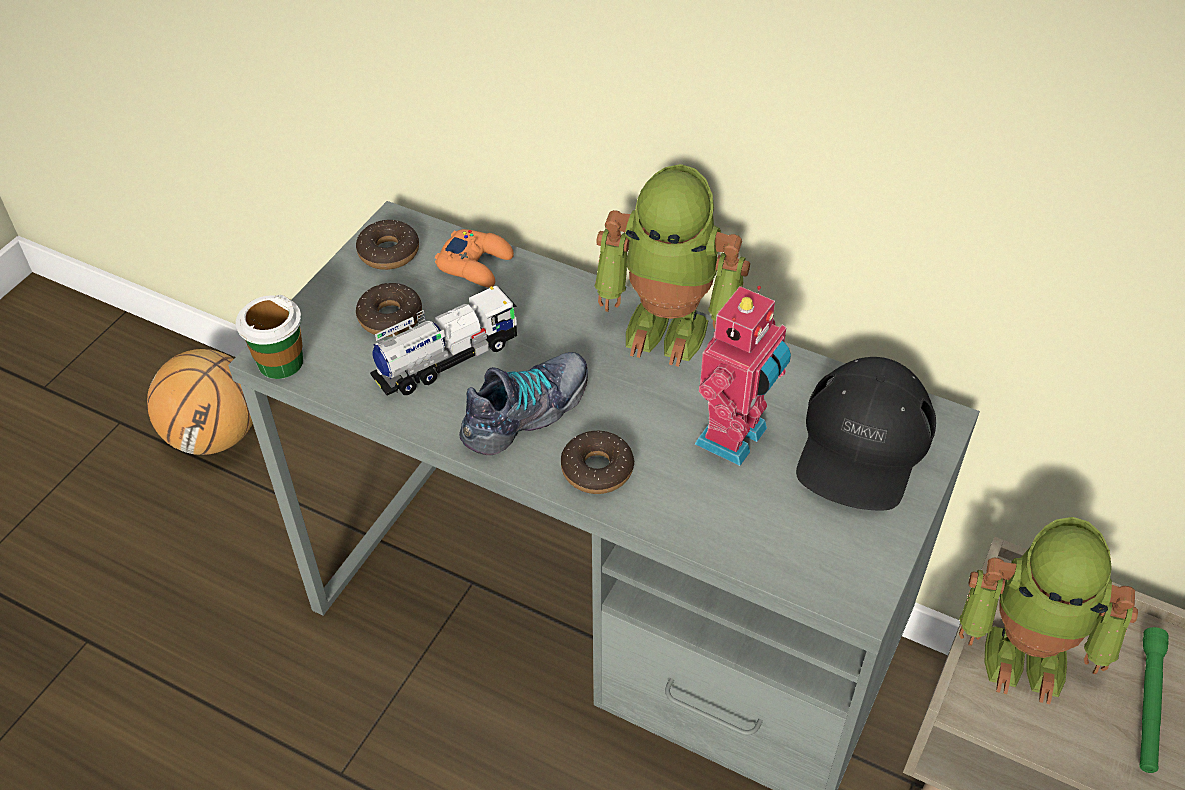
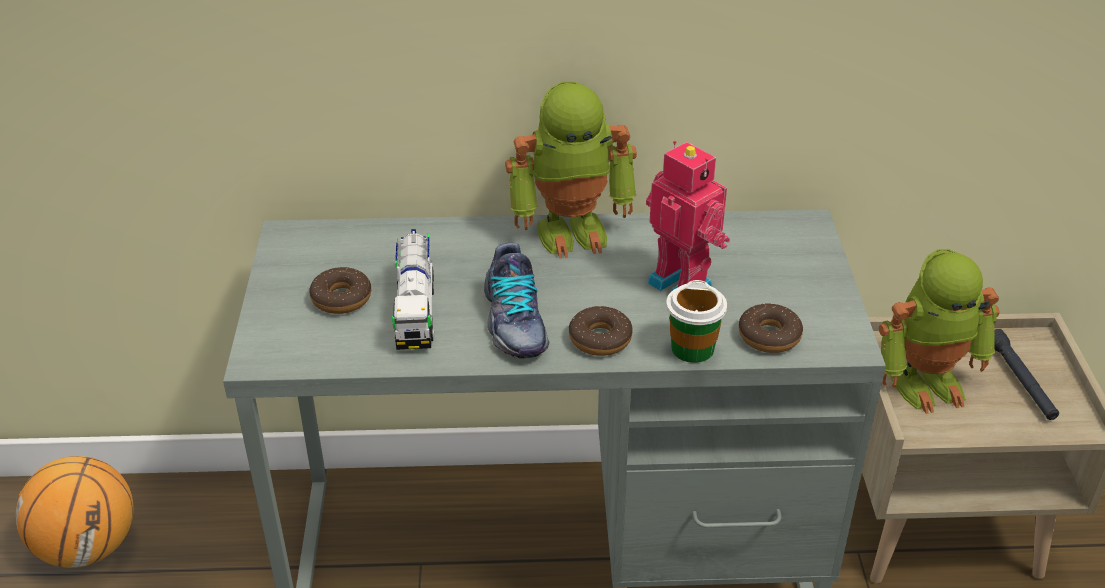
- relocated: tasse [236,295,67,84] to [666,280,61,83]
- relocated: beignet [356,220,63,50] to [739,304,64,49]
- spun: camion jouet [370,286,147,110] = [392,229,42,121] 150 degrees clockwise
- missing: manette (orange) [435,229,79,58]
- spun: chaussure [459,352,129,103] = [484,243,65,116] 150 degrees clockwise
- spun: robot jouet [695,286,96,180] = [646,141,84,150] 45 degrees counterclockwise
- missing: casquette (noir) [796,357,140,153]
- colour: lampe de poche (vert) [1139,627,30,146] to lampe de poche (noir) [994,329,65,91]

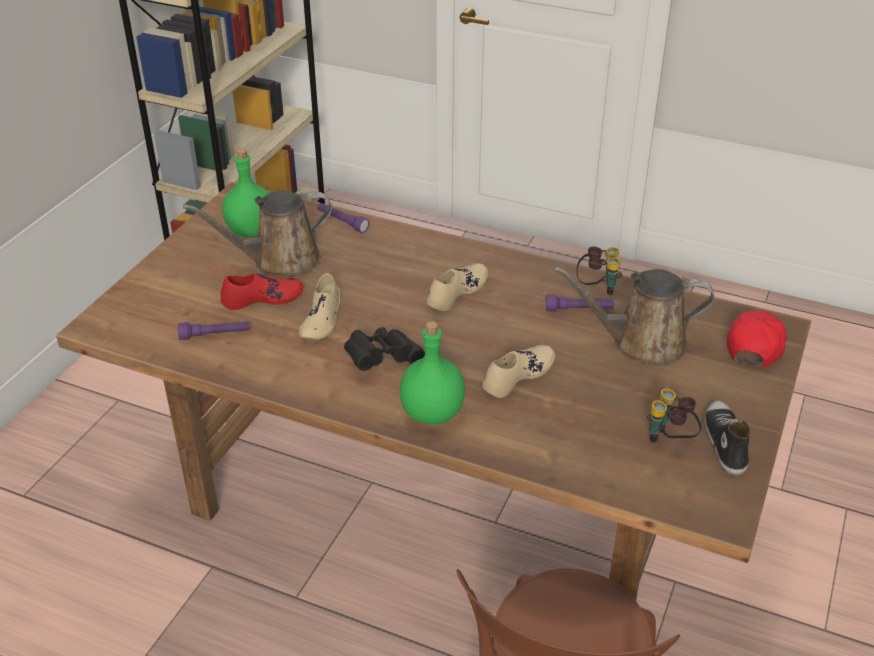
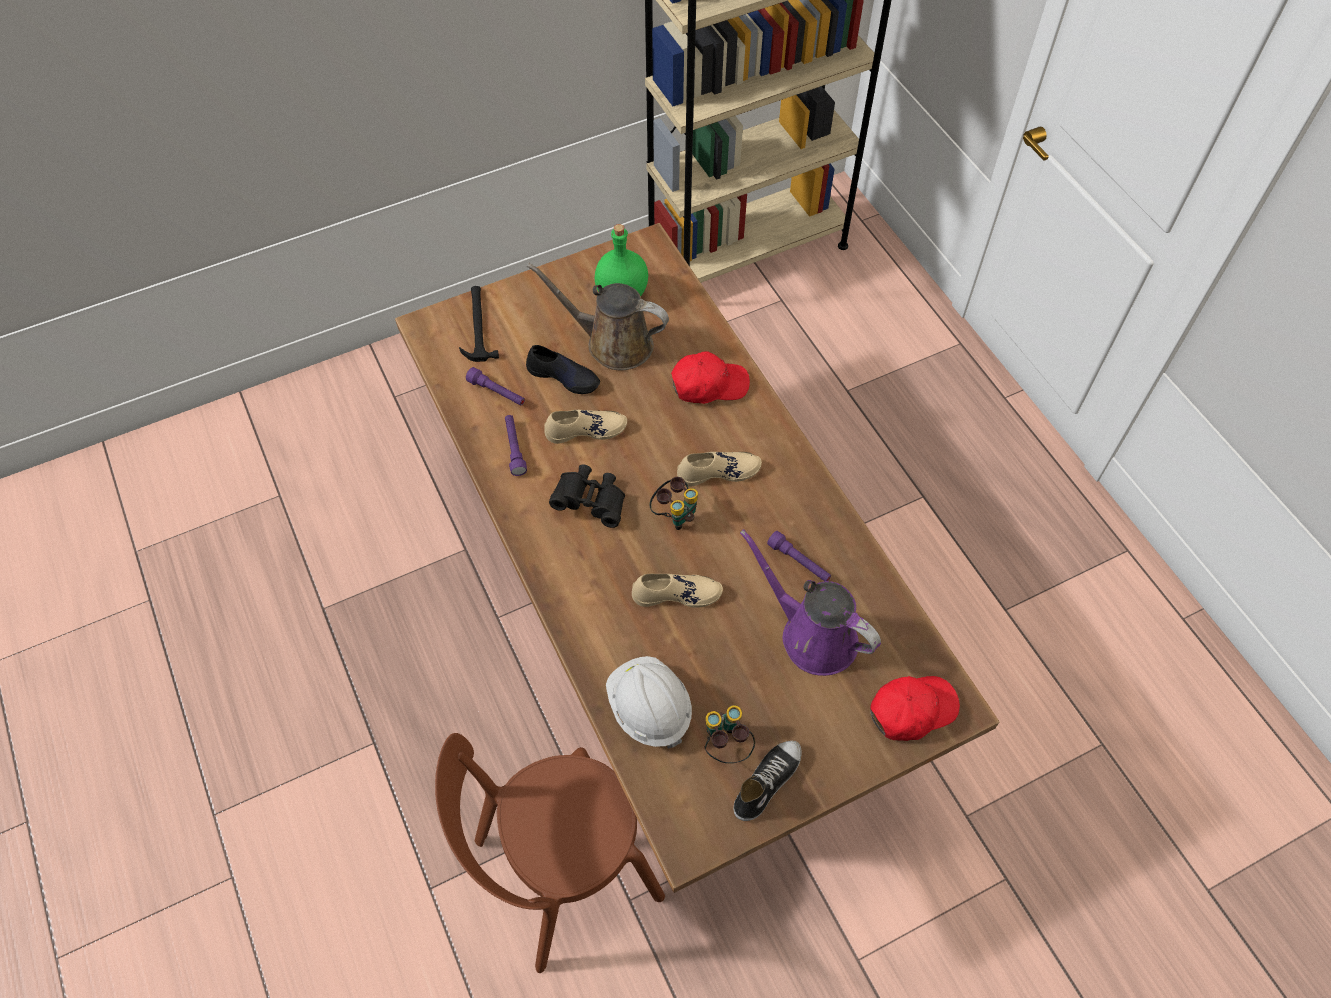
- colour: chaussure (rouge) [221,273,83,37] to chaussure (noir) [526,345,74,49]
- spun: chaussure (beige) [299,273,41,66] = [544,410,83,34] 150 degrees counterclockwise
- relocated: lampe de poche (violet) [317,203,52,30] to [505,415,22,61]
- missing: bouteille (vert) [399,321,66,103]
- colour: arrosoir (marron) [554,266,161,100] to arrosoir (violet) [740,529,141,147]
- relocated: jumelles [576,246,47,49] to [650,477,48,53]
- appeared: marteau [459,286,40,76]
- appeared: casque de chantier (blanc) [606,656,86,93]
- appeared: casquette (rouge) [671,351,79,53]

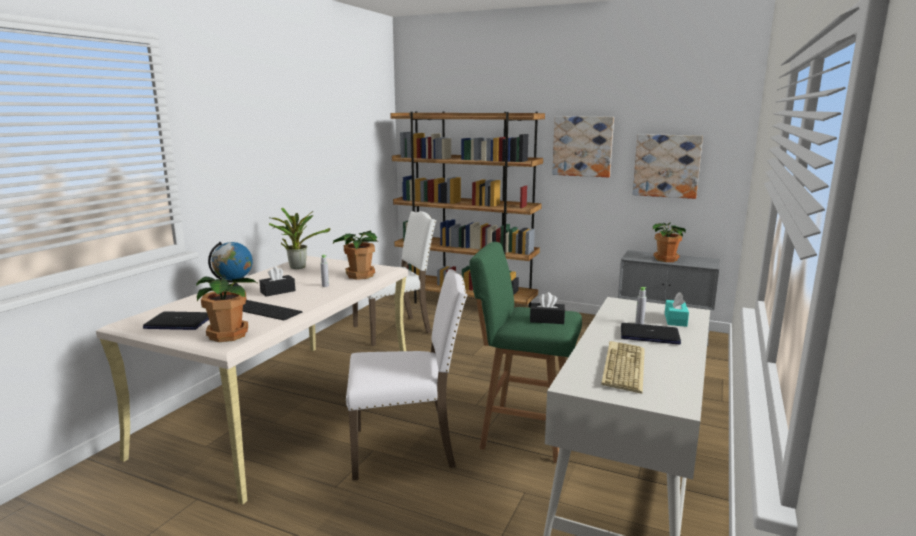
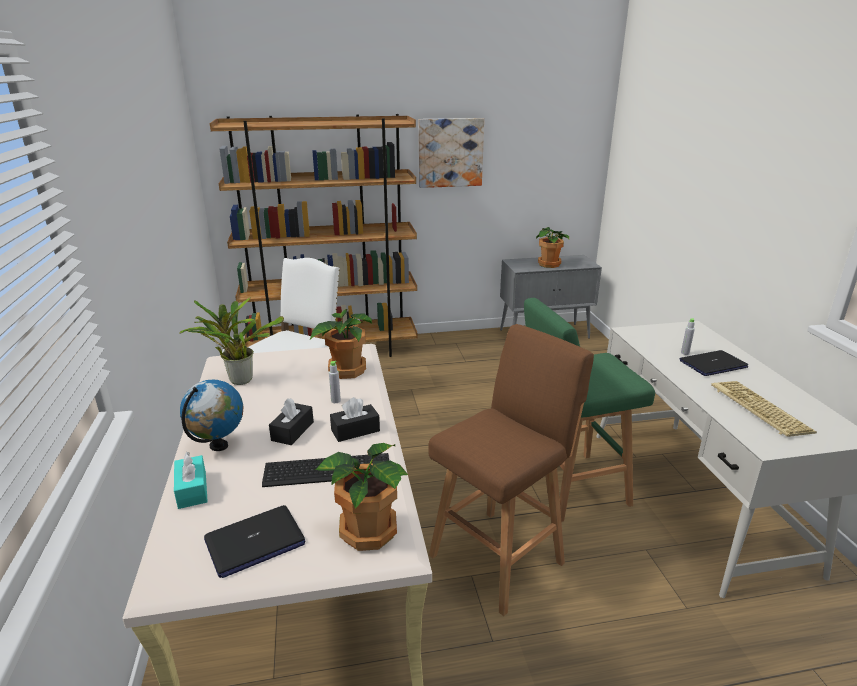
- exchanged: chaise (blanc) [346,269,121,211] to tabouret (marron) [428,324,166,292]
- relocated: boîte à mouchoirs (noir) [530,292,35,32] to [330,397,50,45]
- missing: tableau [632,134,71,65]
- relocated: boîte à mouchoirs (turquoise) [665,292,24,35] to [174,452,34,57]

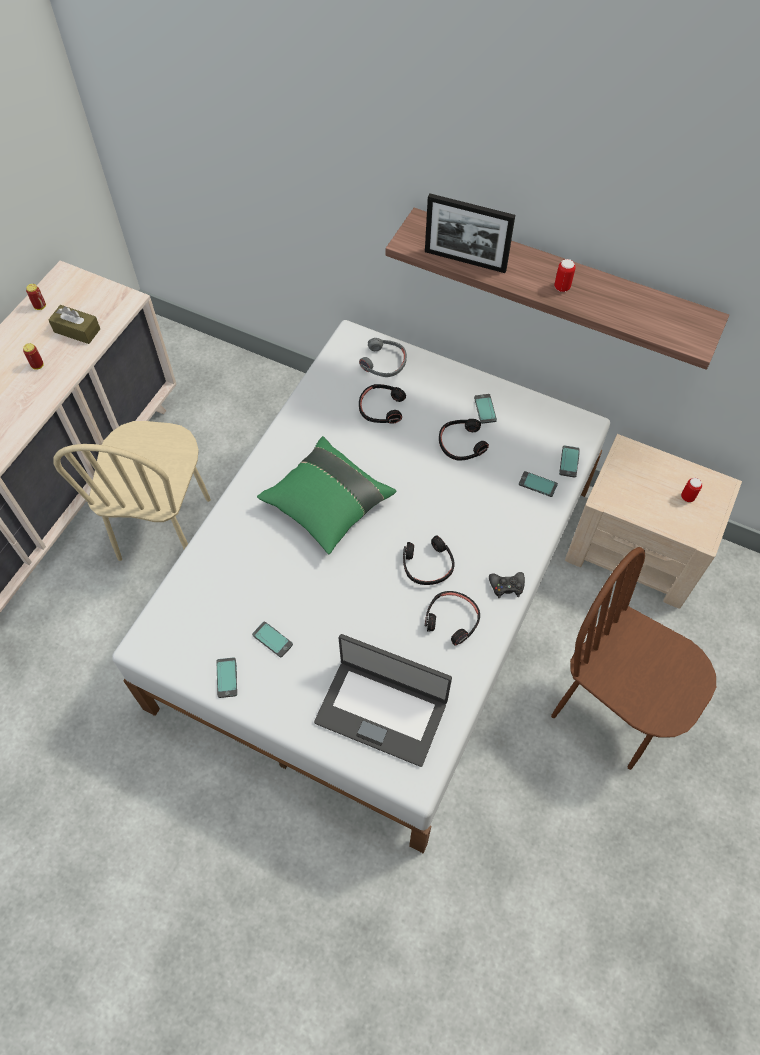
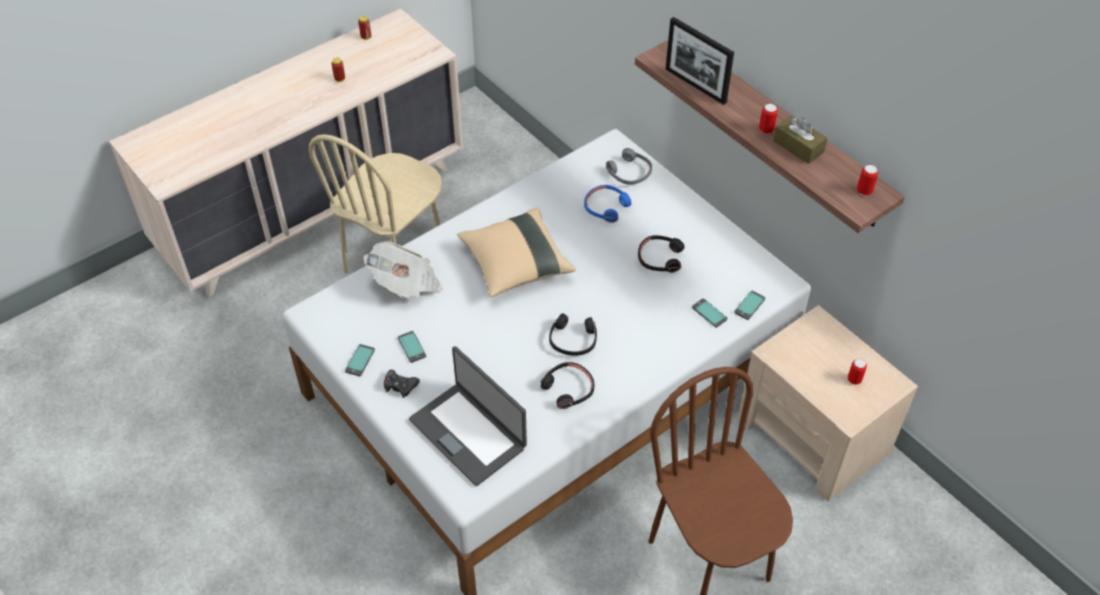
- relocated: boîte à mouchoirs (marron) [48,305,52,39] to [773,115,54,49]
- colour: coussin (vert) [257,436,139,118] to coussin (beige) [457,208,119,89]
- colour: casque audio (noir) [359,384,47,40] to casque audio (bleu) [584,185,47,38]
- missing: téléphone [474,394,23,30]
- relocated: manette (noir) [489,572,36,26] to [384,370,36,28]
- appeared: journal [364,241,79,57]
- appeared: boîte métallique [857,165,21,31]

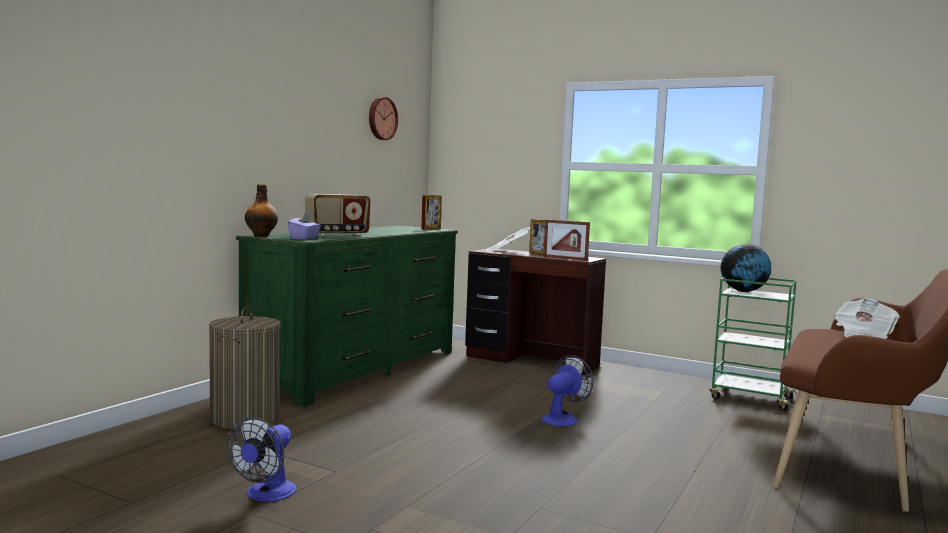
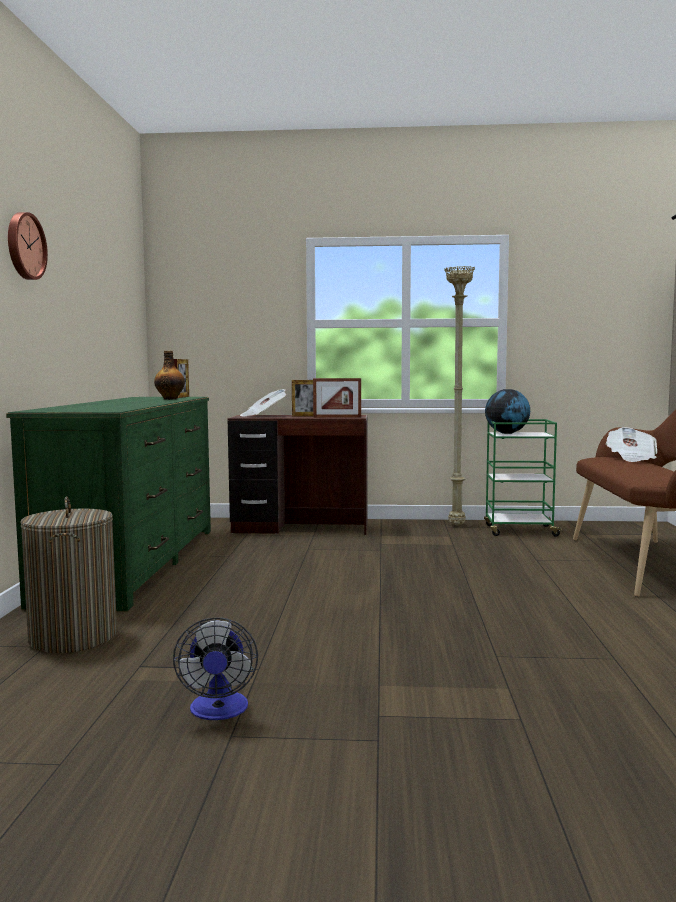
- relocated: bouteille [245,184,33,53] to [154,351,31,49]
- missing: boîte à mouchoirs (violet) [288,213,33,27]
- missing: radio [305,194,66,42]
- relocated: horloge murale [369,97,29,43] to [8,212,40,68]
- missing: ventilateur [542,355,51,71]
- appeared: lampadaire (beige) [444,266,31,260]

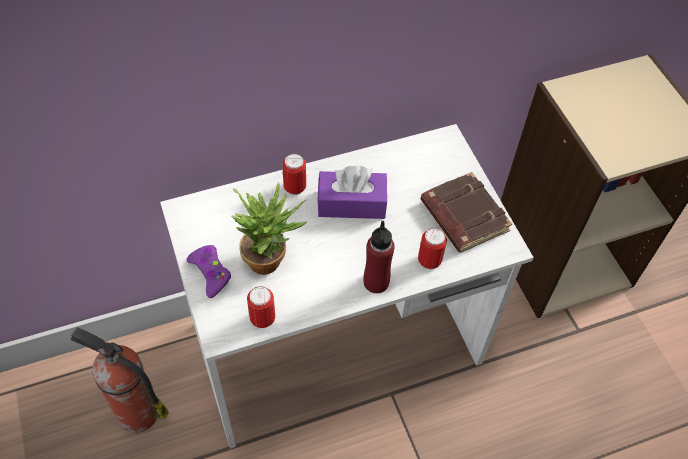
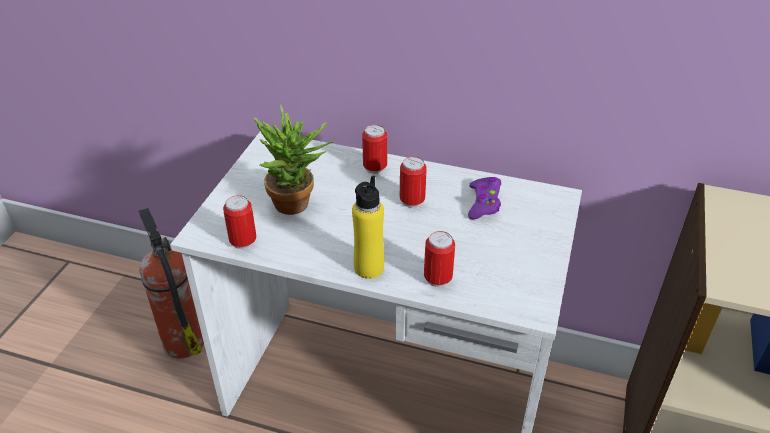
- relocated: manette (violet) [186,245,45,53] to [468,177,33,42]
- exchanged: boîte à mouchoirs (violet) [317,165,70,54] to boîte métallique [400,156,26,52]
- colour: bouteille (rouge) [363,221,32,72] to bouteille (jaune) [352,176,32,103]
- missing: livre (marron) [421,172,91,81]

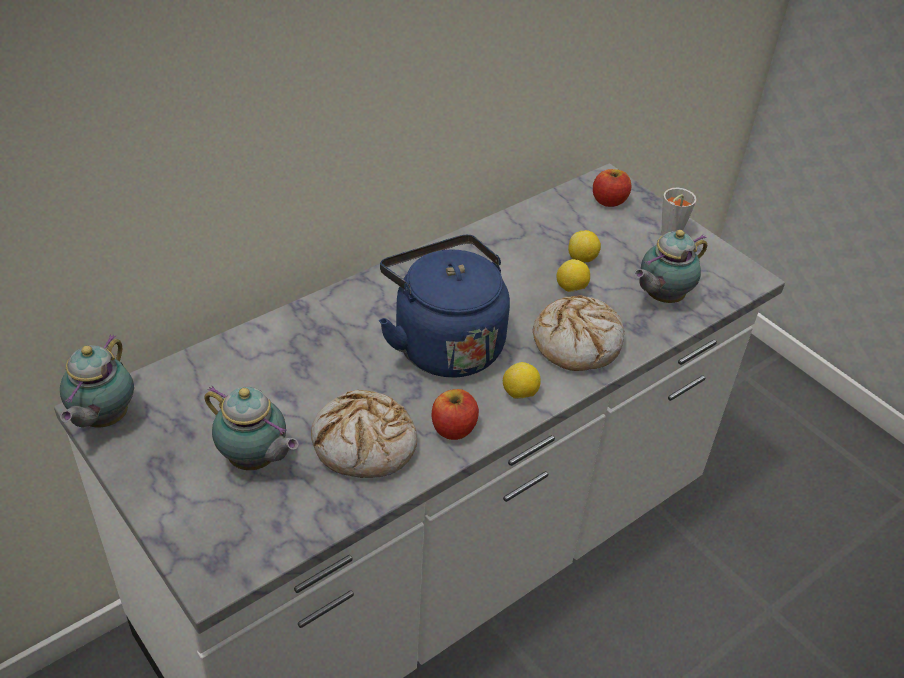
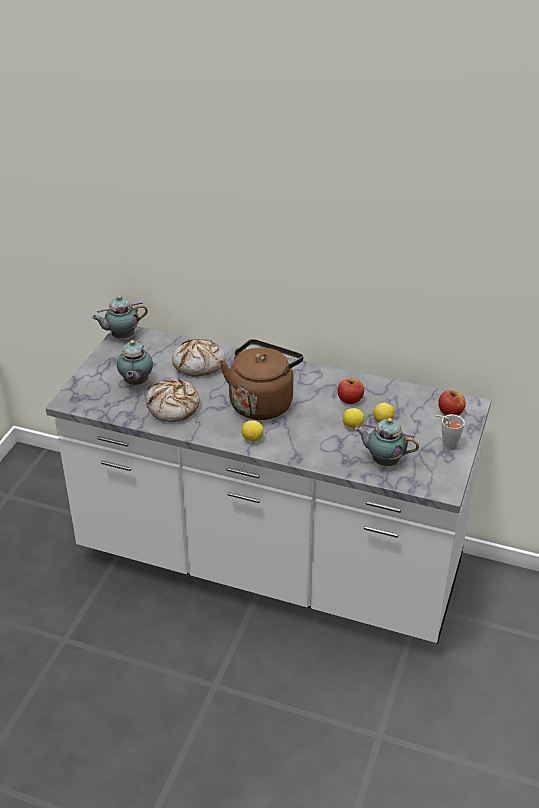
- colour: bouilloire (bleu) [379,235,131,142] to bouilloire (marron) [220,339,83,81]
- relocated: pomme [432,389,47,51] to [338,378,26,26]
- relocated: pain [533,295,91,76] to [172,338,53,39]

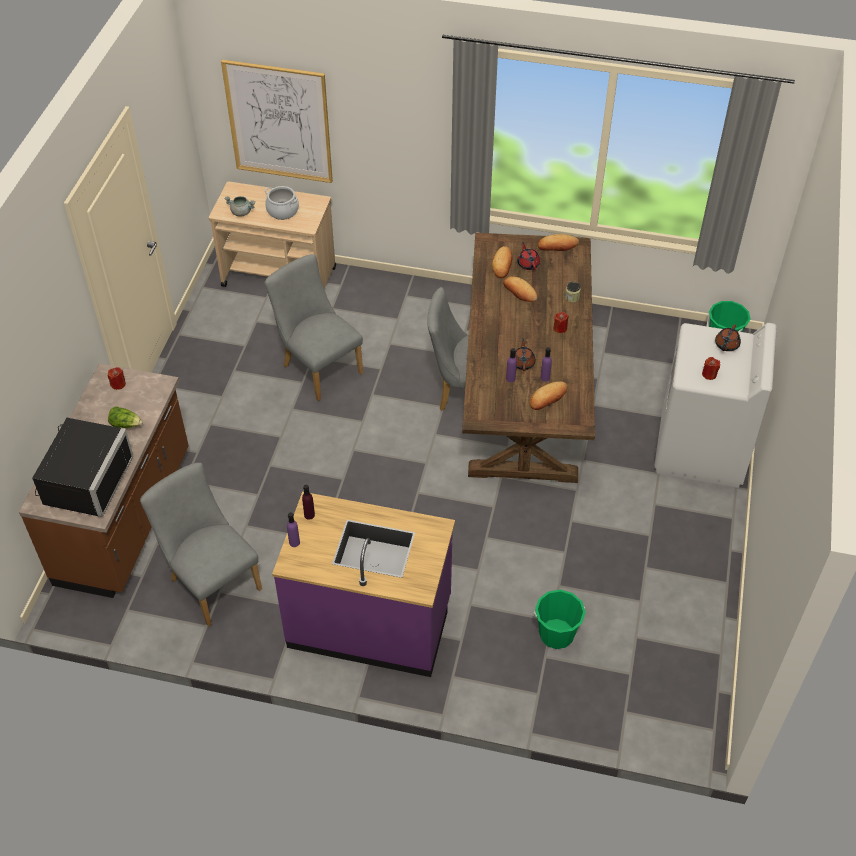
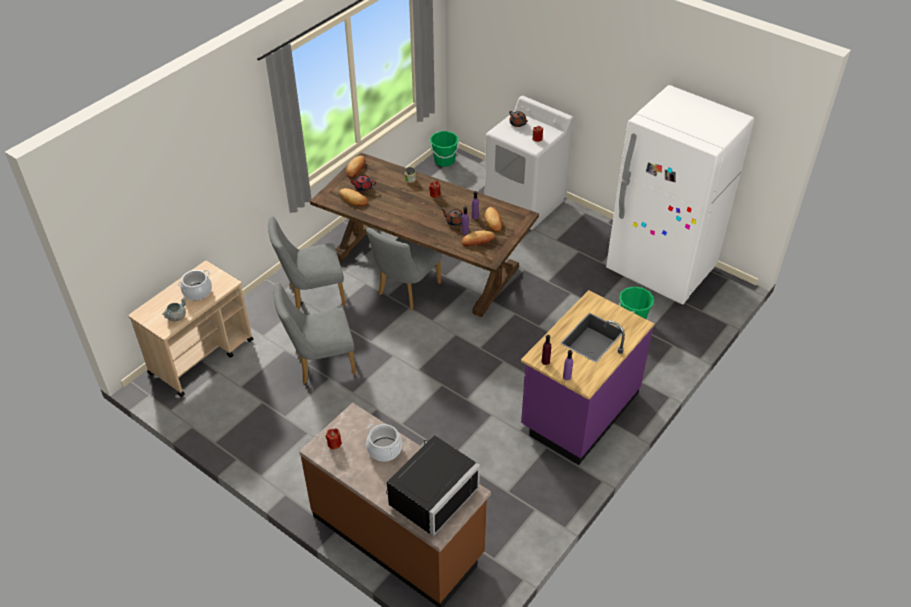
- spun: micro-ondes (noir) [32,418,101,99] = [386,435,94,102] 90 degrees clockwise
- exchanged: laitue [108,406,35,22] to marmite [366,424,36,38]
- relocated: chaise (gris) [140,463,122,163] to [268,216,78,94]
- missing: tableau [221,60,112,123]
- relocated: pain [503,276,34,26] to [462,230,33,16]
- appeared: réfrigérateur (blanc) [606,85,148,220]

